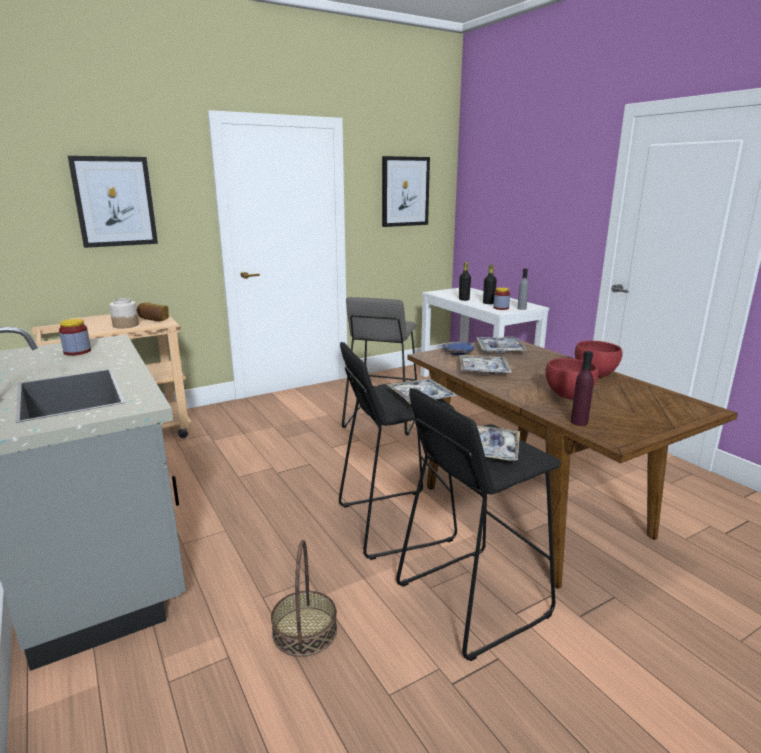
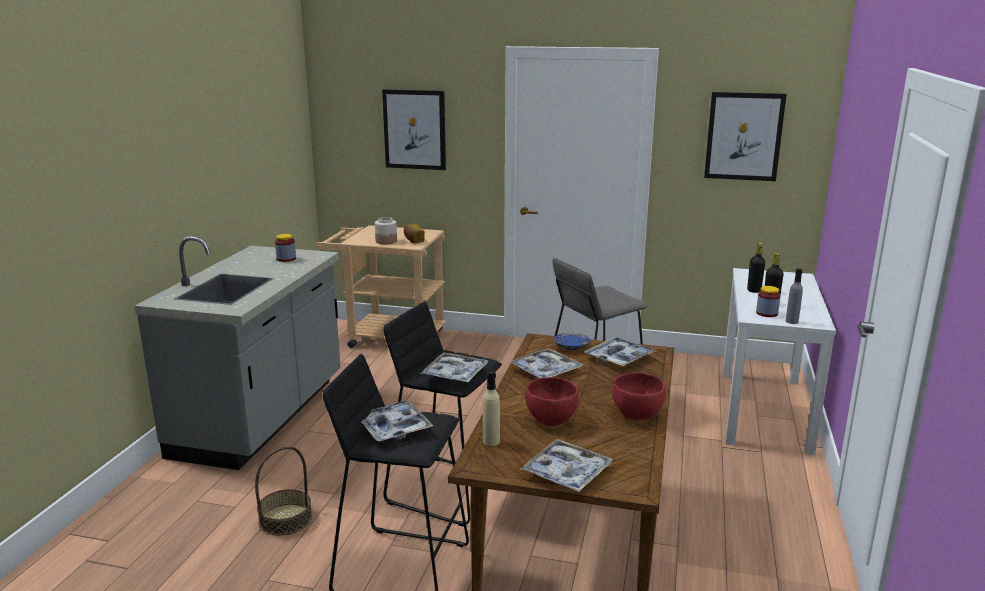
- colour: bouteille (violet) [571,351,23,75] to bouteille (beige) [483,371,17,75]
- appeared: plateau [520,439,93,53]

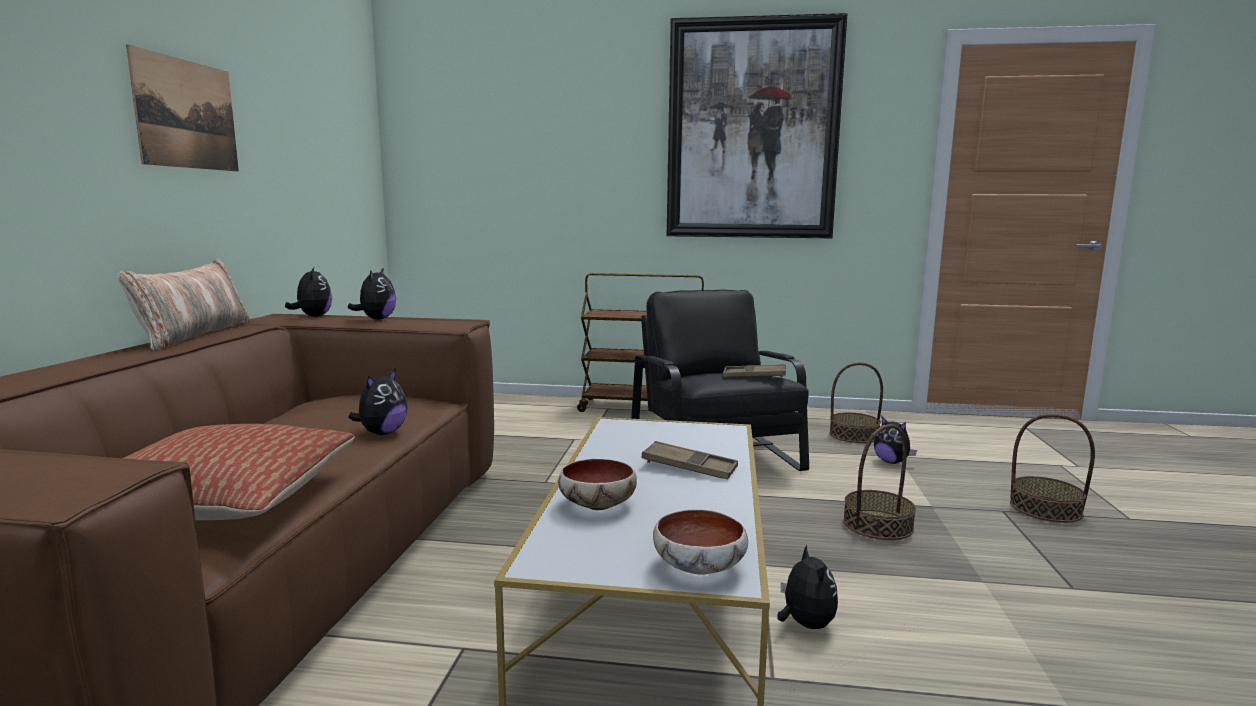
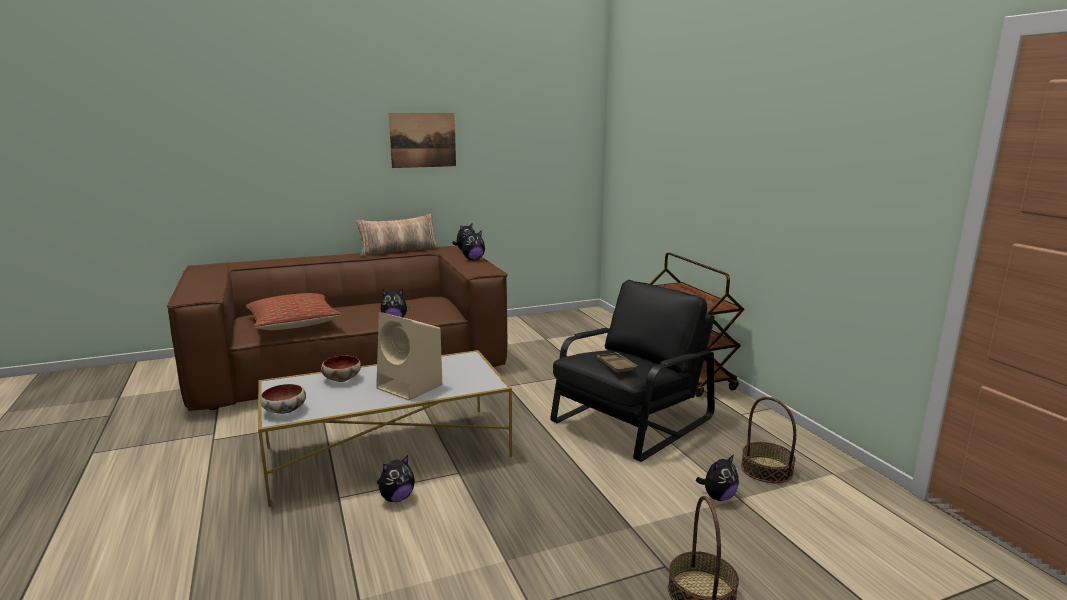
- exchanged: plateau (marron) [642,441,96,38] to enceinte (beige) [376,312,67,89]
- missing: tableau [667,13,180,225]
- missing: panier [843,424,73,116]
- spun: peluche [874,416,43,48] = [696,454,43,47] 150 degrees counterclockwise

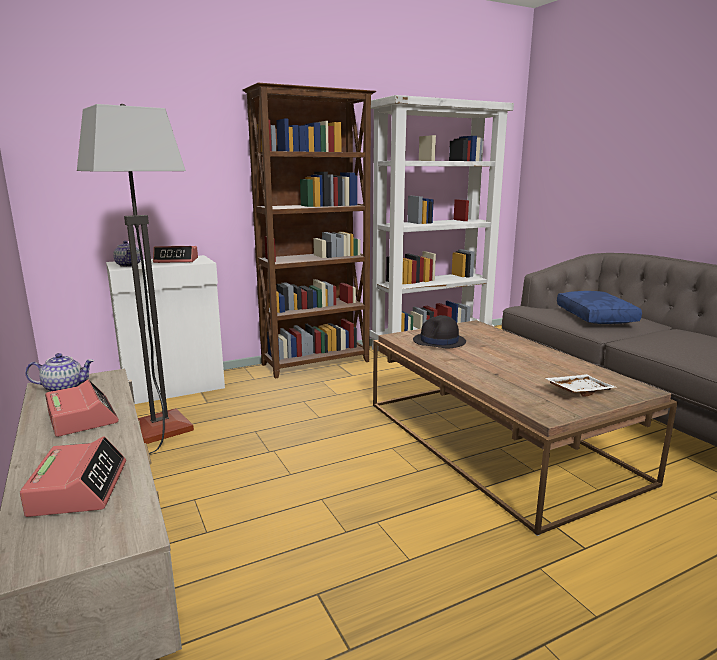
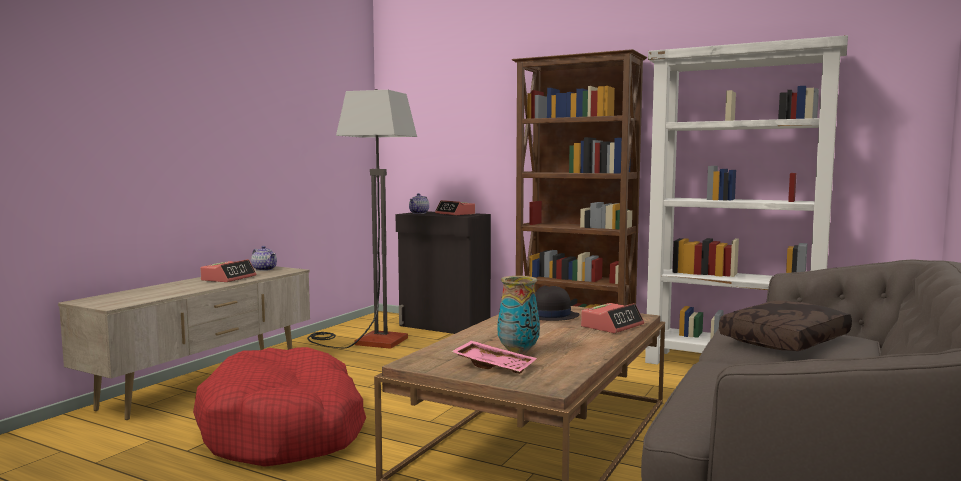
- relocated: réveil [20,436,106,81] to [581,303,63,30]
- colour: meuble de rangement (blanc) [106,255,119,149] to meuble de rangement (noir) [396,211,95,123]
- colour: plateau (blanc) [545,374,72,23] to plateau (rose) [451,340,86,34]
- colour: coussin (bleu) [557,291,85,33] to coussin (marron) [719,300,133,51]
- appeared: panier pour chien (rouge) [193,347,173,120]
- appeared: vase [497,276,43,78]

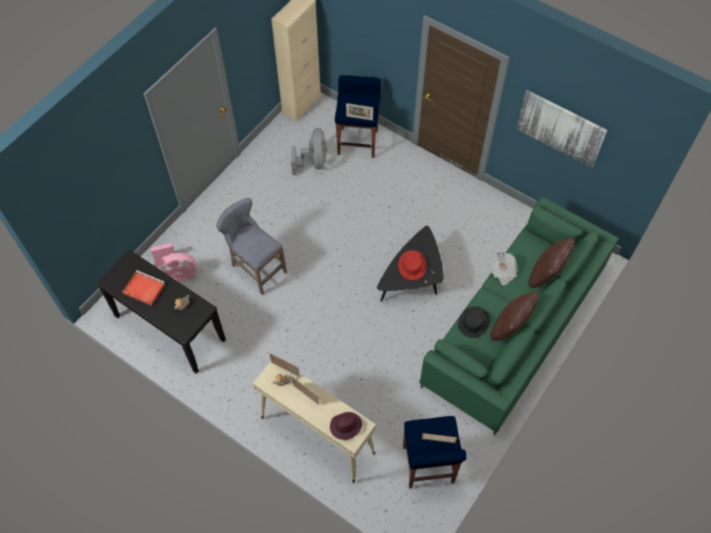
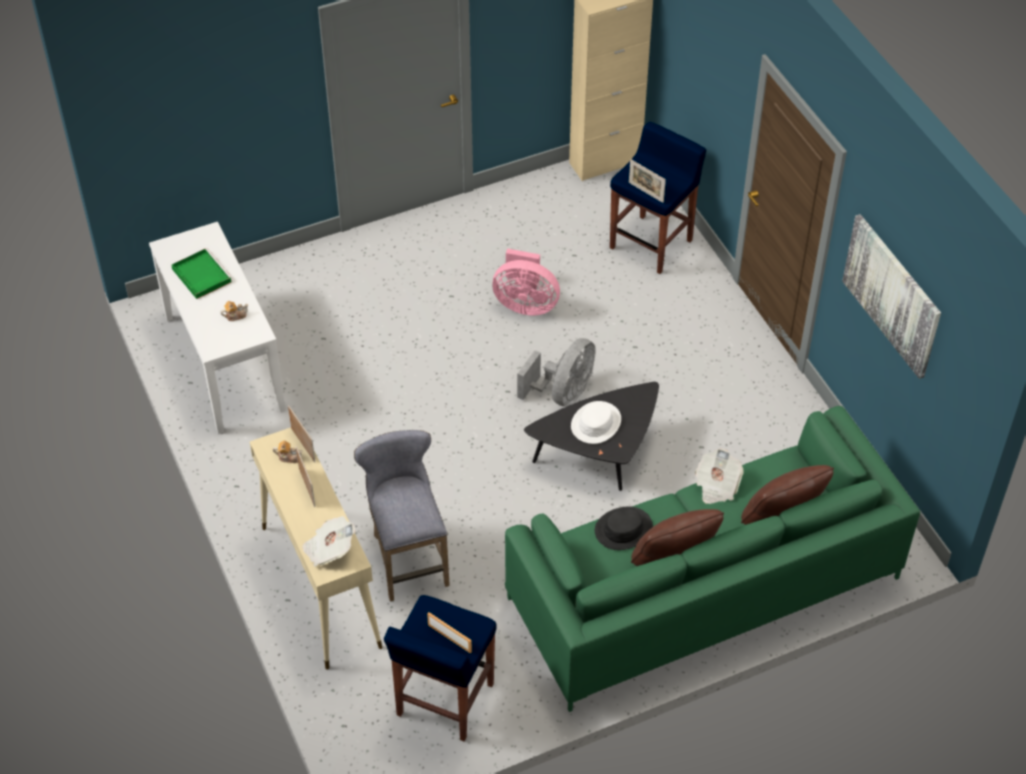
- colour: table console (noir) [96,249,130,125] to table console (blanc) [149,222,137,212]
- colour: plateau (rouge) [122,270,43,36] to plateau (vert) [171,248,61,51]
- relocated: ventilateur (rose) [150,243,47,39] to [492,248,68,67]
- relocated: tabouret (gris) [217,198,70,97] to [354,430,96,171]
- relocated: ventilateur (gris) [291,128,36,47] to [517,338,79,69]
- exchanged: chapeau (violet) [330,412,32,28] to journal [302,516,53,51]
- colour: chapeau (rouge) [398,250,29,30] to chapeau (blanc) [571,401,50,43]

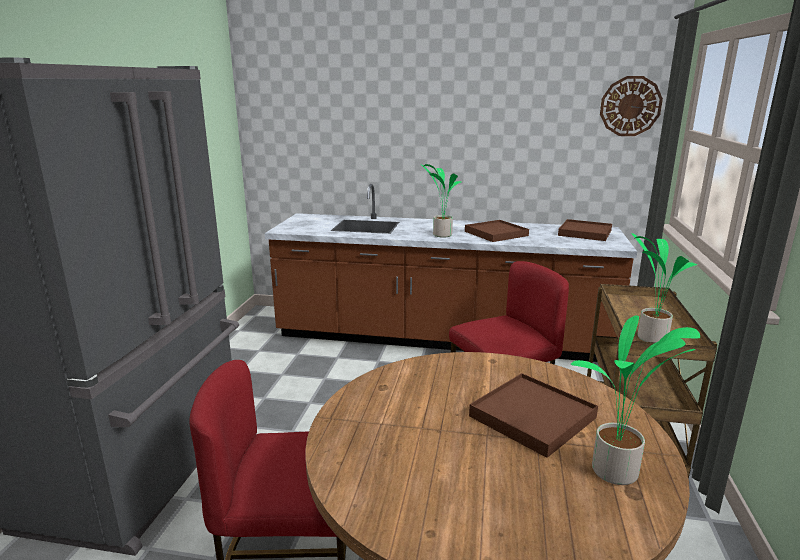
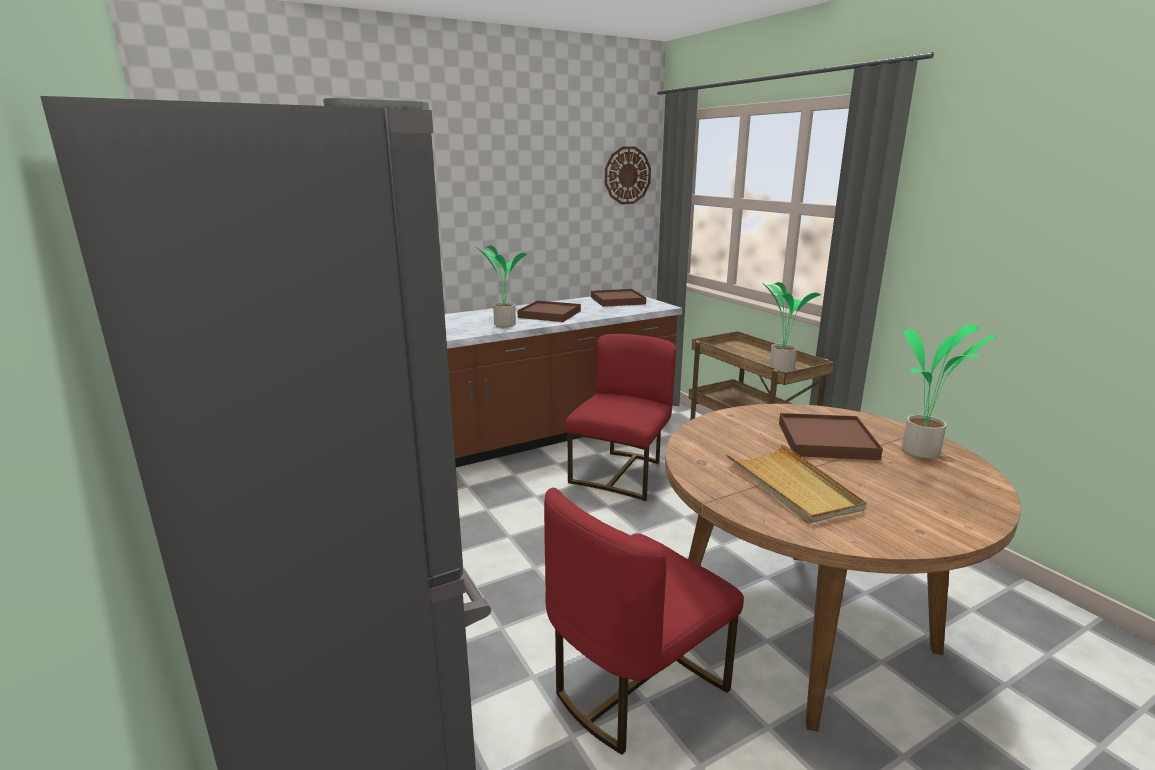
- appeared: plateau (beige) [726,444,141,80]

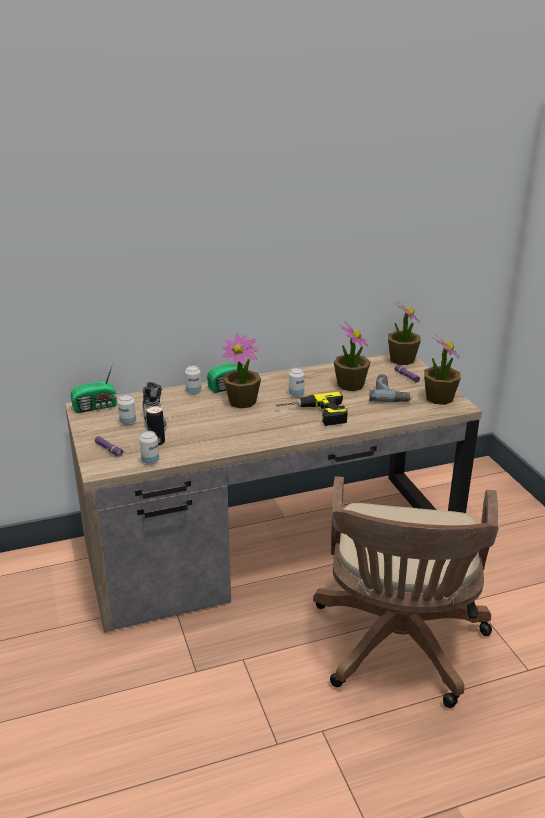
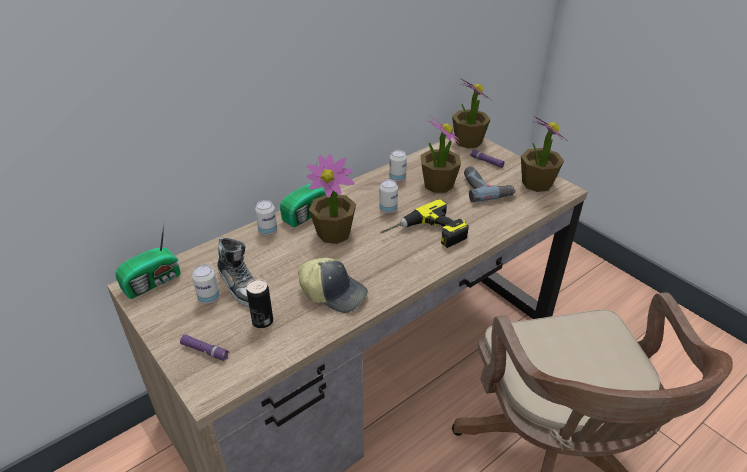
- relocated: boîte métallique [139,431,20,33] to [389,150,18,32]
- appeared: casquette [298,257,70,56]

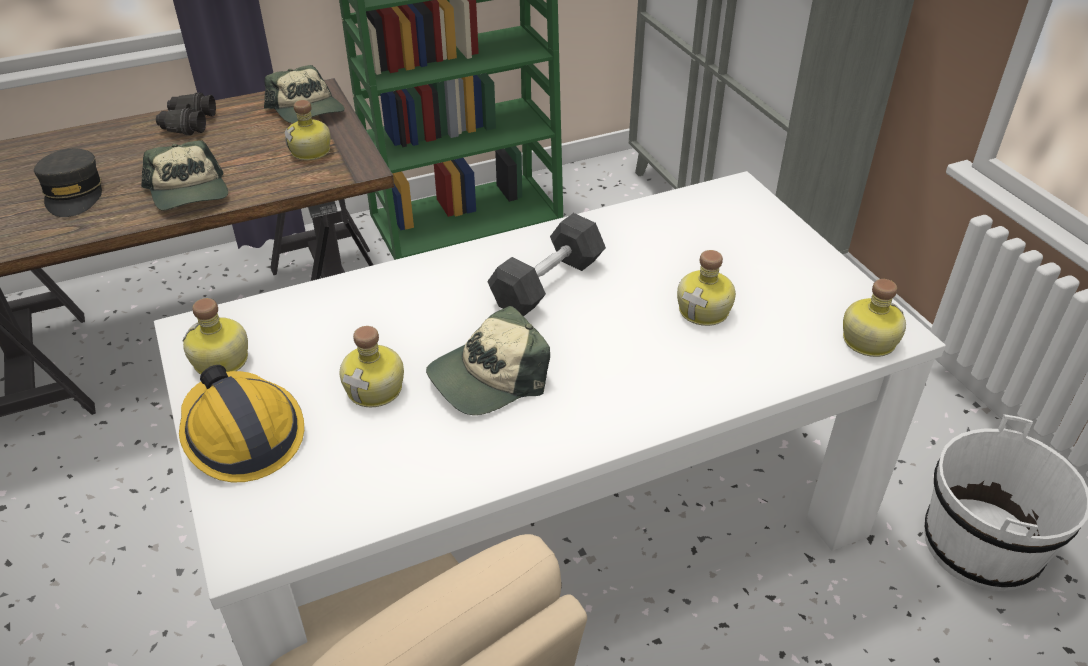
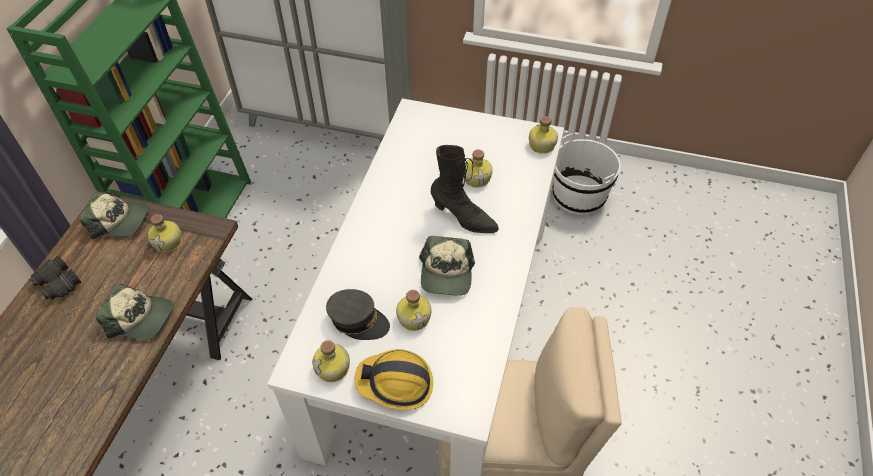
- relocated: casquette (gris) [34,148,68,69] to [326,289,64,51]
- missing: haltère (gris) [487,213,119,103]
- appeared: botte (noir) [431,145,68,88]

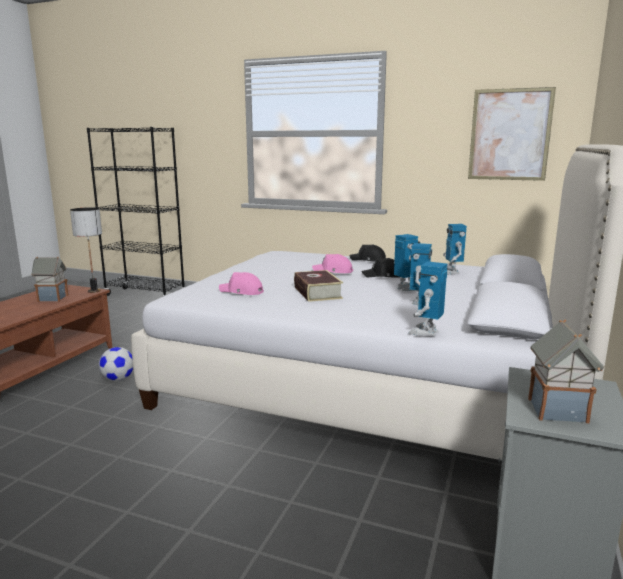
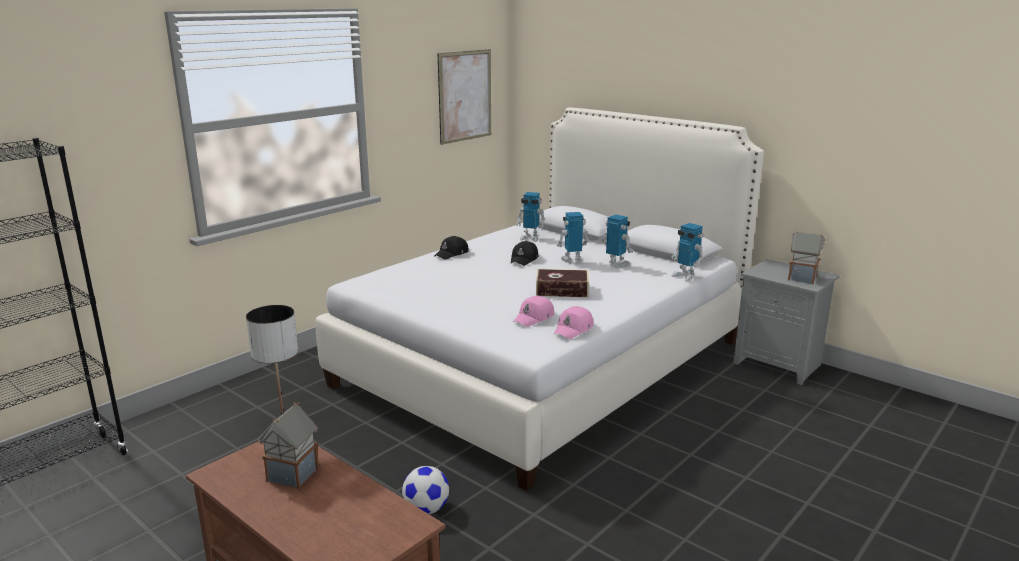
- relocated: casquette (rose) [312,254,41,19] to [554,306,39,33]

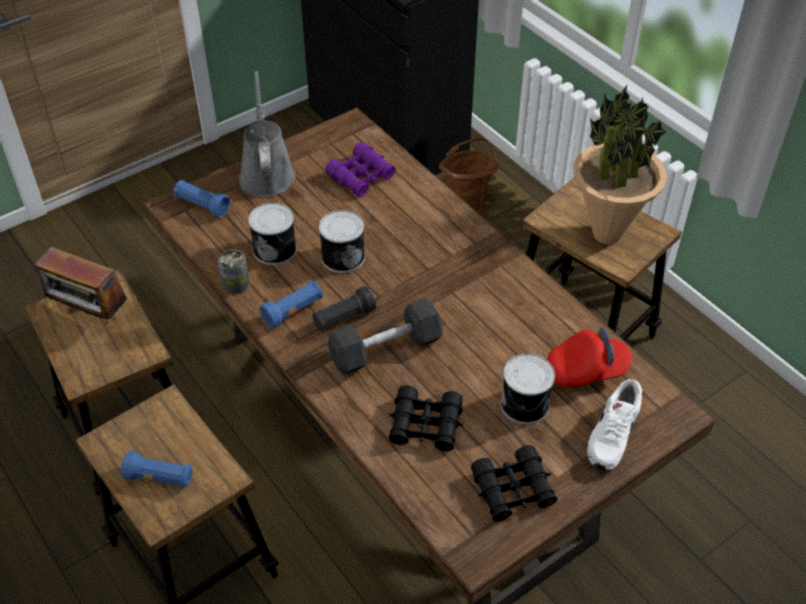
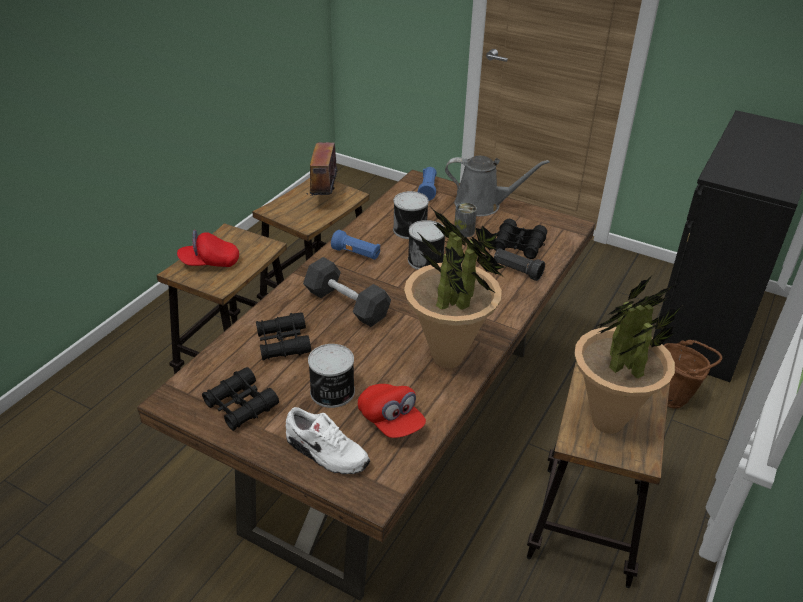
- exchanged: lampe de poche (bleu) [121,451,71,36] to casquette (rouge) [177,230,62,37]
- relocated: boîte métallique [218,249,32,46] to [454,203,23,34]
- spun: arrosoir (gris) [239,71,57,126] = [445,156,105,60] 45 degrees clockwise
- relocated: lampe de poche (noir) [312,286,64,46] to [494,248,51,33]
- colour: jumelles (violet) [325,142,71,55] to jumelles (noir) [494,219,53,40]
- spun: chaussure (blanc) [587,379,55,92] = [286,407,84,67] 150 degrees counterclockwise
- appeared: plante en pot [404,208,100,161]

